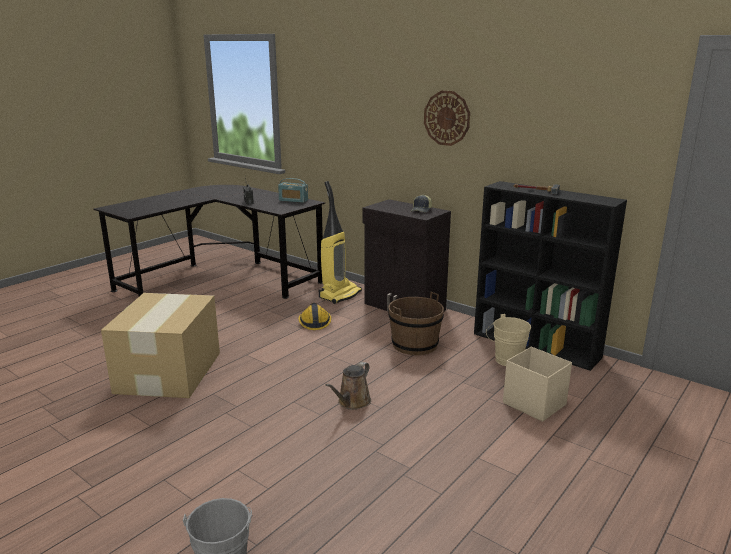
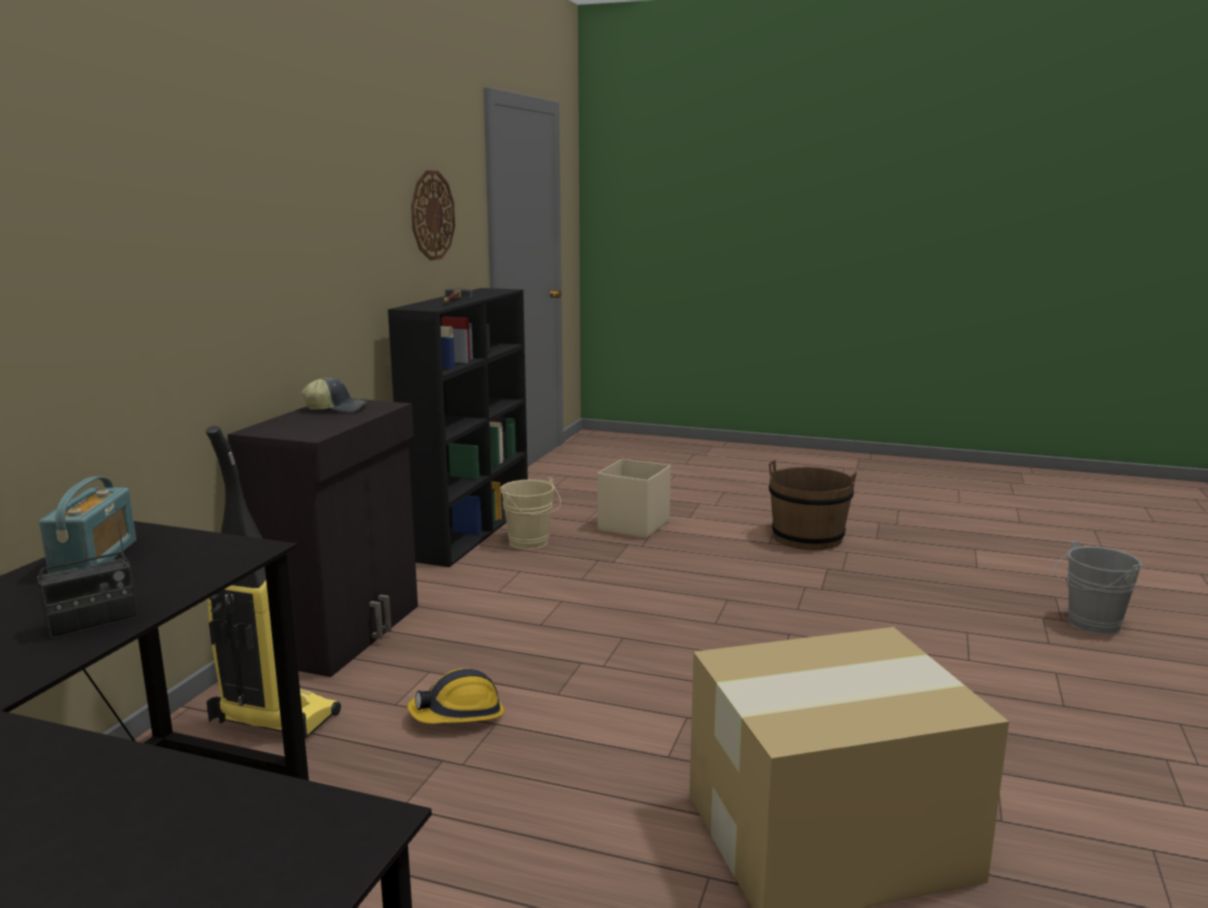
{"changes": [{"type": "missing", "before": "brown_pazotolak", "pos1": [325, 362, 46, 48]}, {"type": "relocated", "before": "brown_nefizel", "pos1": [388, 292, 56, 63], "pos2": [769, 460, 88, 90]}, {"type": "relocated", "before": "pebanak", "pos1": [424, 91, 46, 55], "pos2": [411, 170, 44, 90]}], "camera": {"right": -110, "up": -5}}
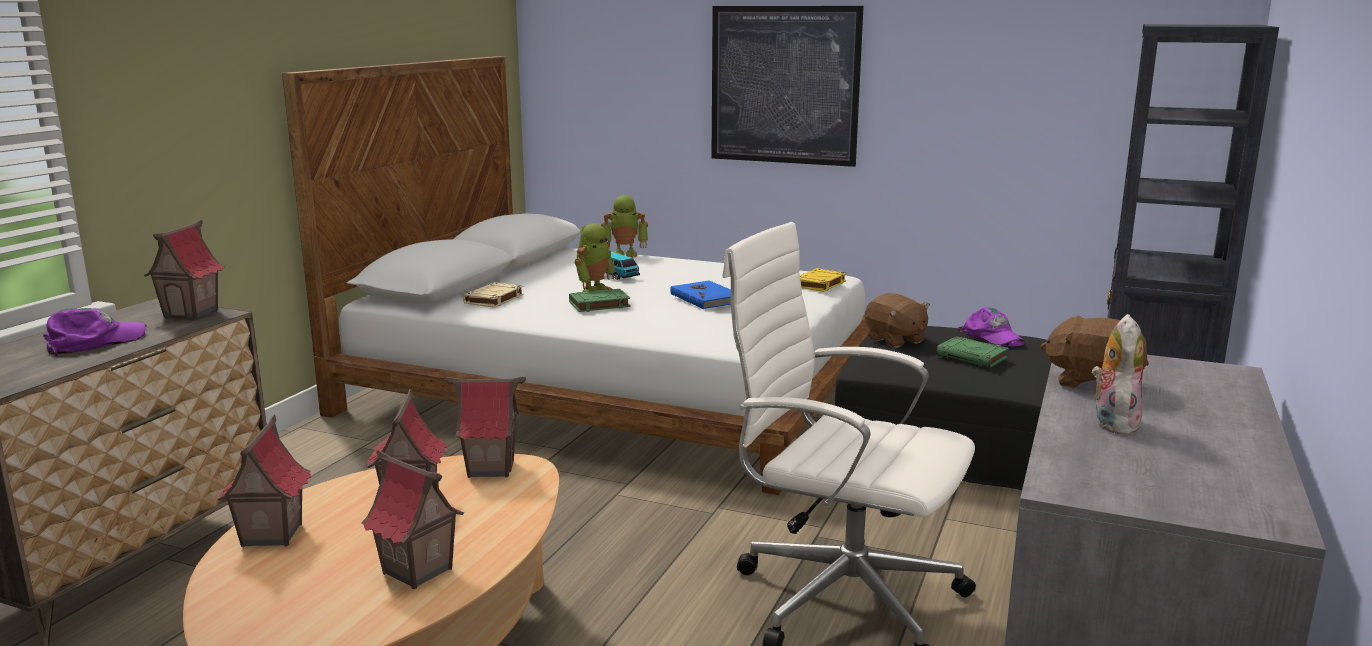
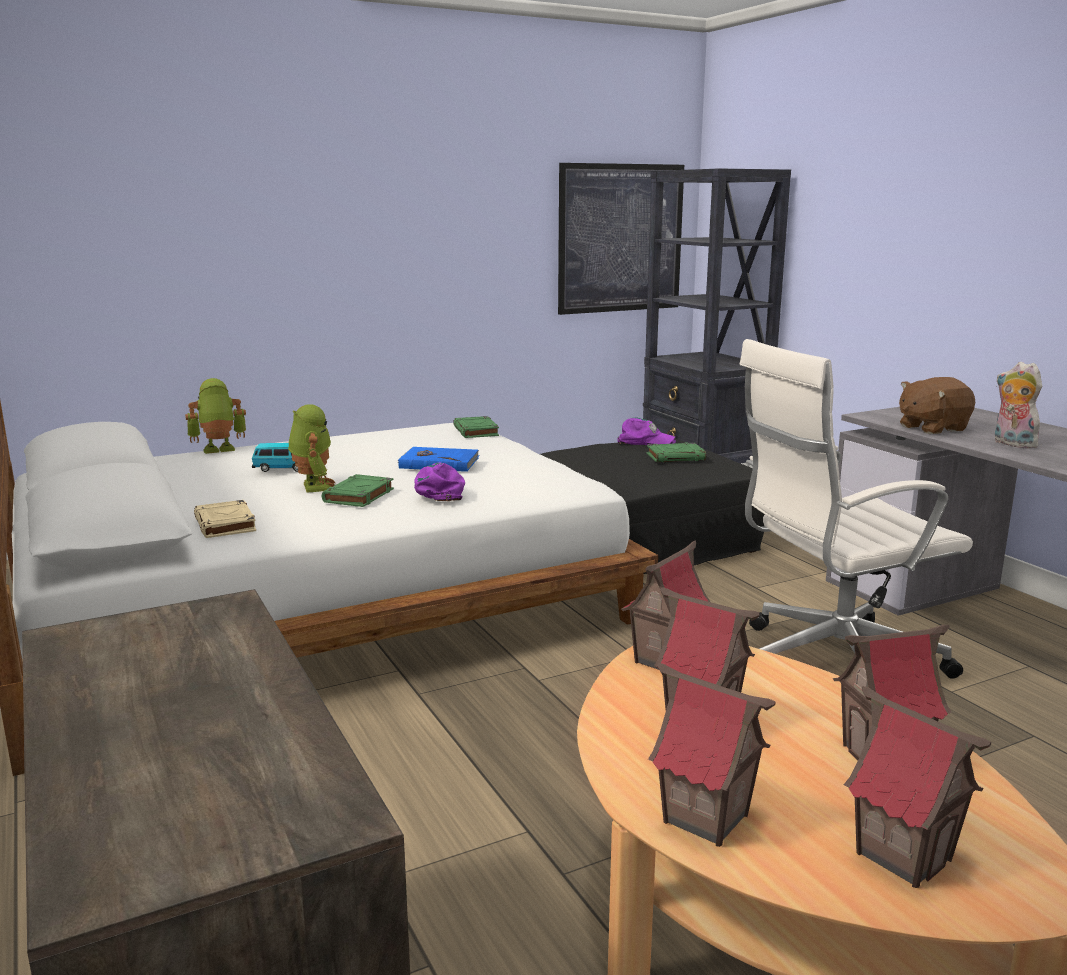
{"changes": [{"type": "missing", "before": "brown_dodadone", "pos1": [865, 293, 65, 55]}, {"type": "relocated", "before": "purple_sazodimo", "pos1": [43, 308, 104, 48], "pos2": [414, 462, 51, 39]}, {"type": "relocated", "before": "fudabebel", "pos1": [144, 220, 81, 100], "pos2": [844, 686, 147, 202]}, {"type": "relocated", "before": "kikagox", "pos1": [711, 6, 153, 161], "pos2": [558, 163, 126, 152]}, {"type": "colour", "before": "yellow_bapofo", "after": "green_bapofo", "pos1": [800, 268, 46, 24], "pos2": [453, 416, 46, 22]}, {"type": "spun", "before": "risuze", "pos1": [601, 195, 47, 63], "pos2": [185, 378, 61, 76], "turn": -150}], "camera": {"right": -50, "up": 0}}
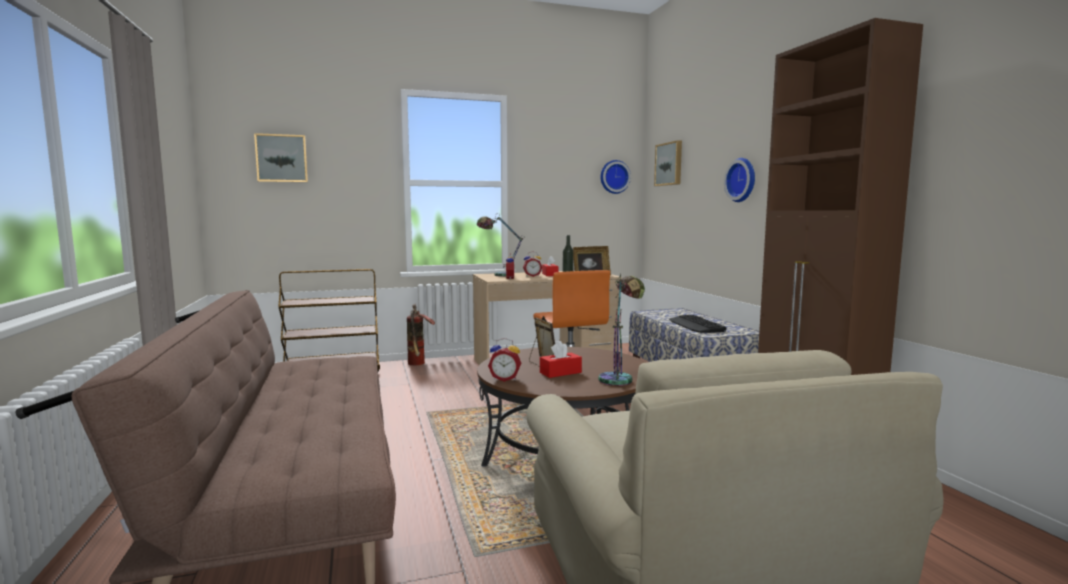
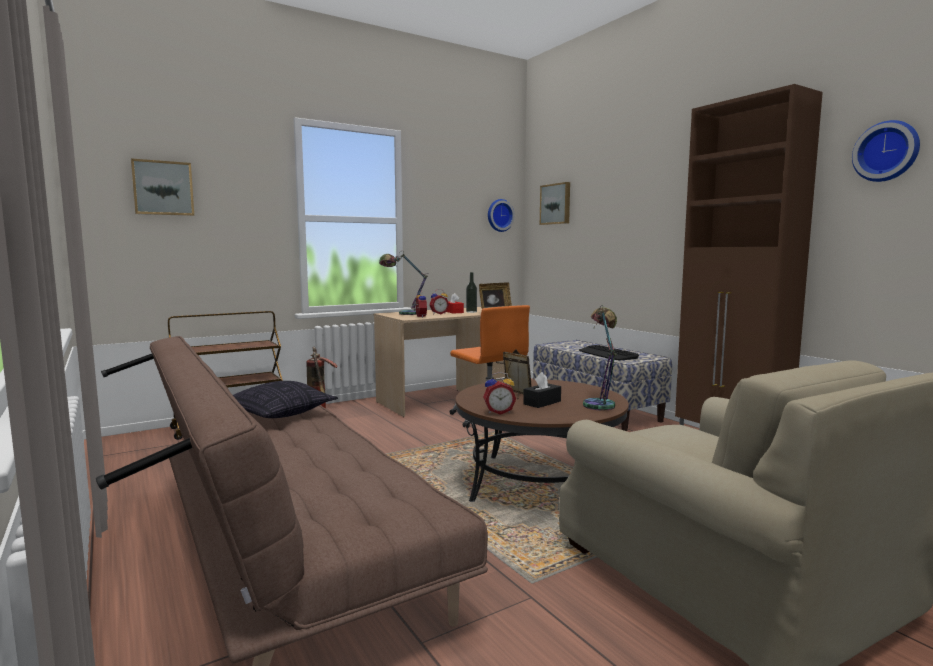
{"changes": [{"type": "appeared", "after": "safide", "pos2": [233, 381, 105, 37]}, {"type": "relocated", "before": "pebanak", "pos1": [724, 158, 31, 44], "pos2": [852, 120, 68, 62]}, {"type": "colour", "before": "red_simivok", "after": "black_simivok", "pos1": [540, 341, 42, 37], "pos2": [523, 372, 38, 36]}], "camera": {"right": -15, "up": 0}}
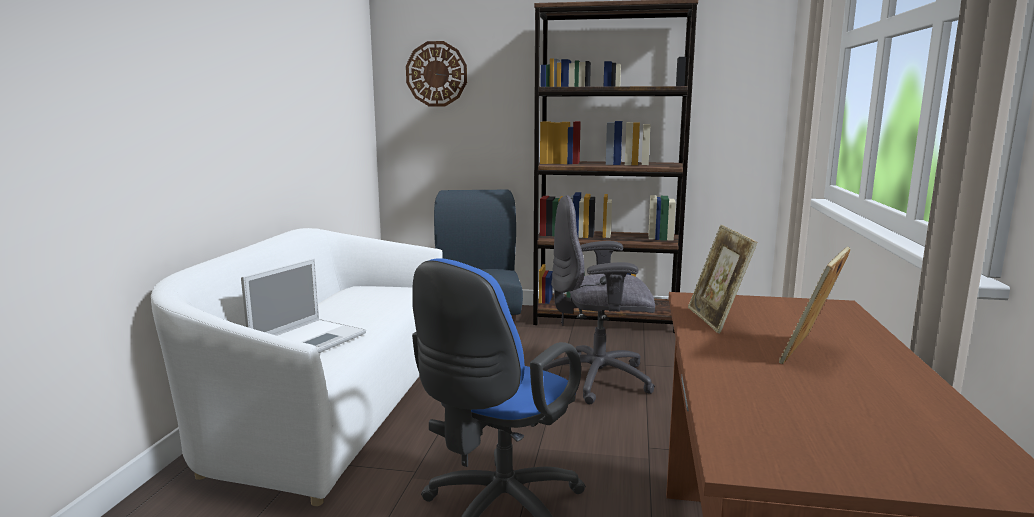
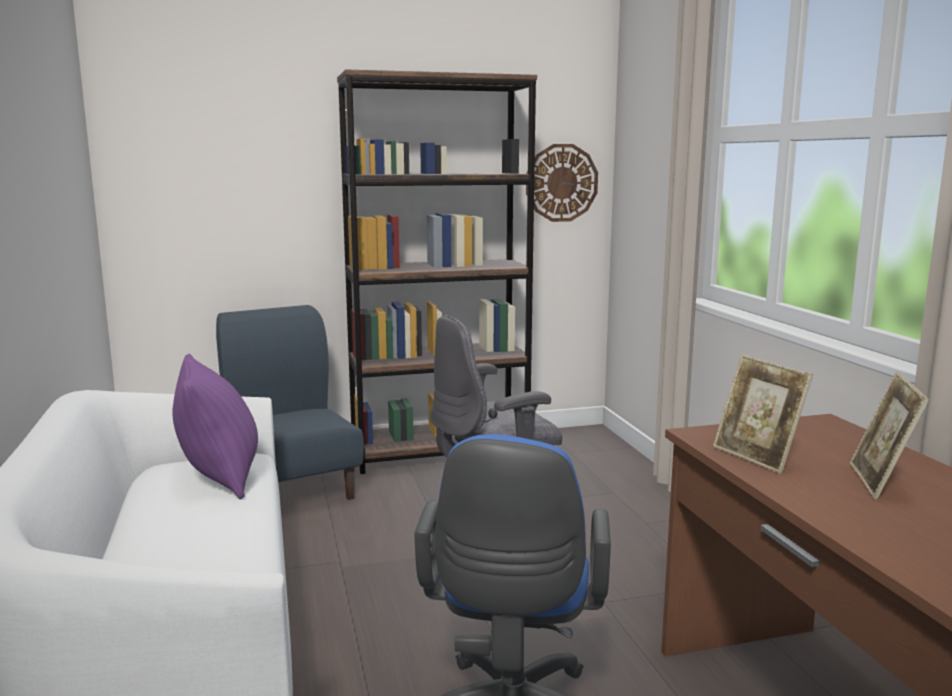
{"changes": [{"type": "missing", "before": "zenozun", "pos1": [241, 258, 125, 95]}, {"type": "appeared", "after": "purple_safide", "pos2": [172, 354, 86, 145]}, {"type": "relocated", "before": "pebanak", "pos1": [406, 41, 61, 66], "pos2": [526, 144, 72, 78]}], "camera": {"right": -25, "up": 0}}
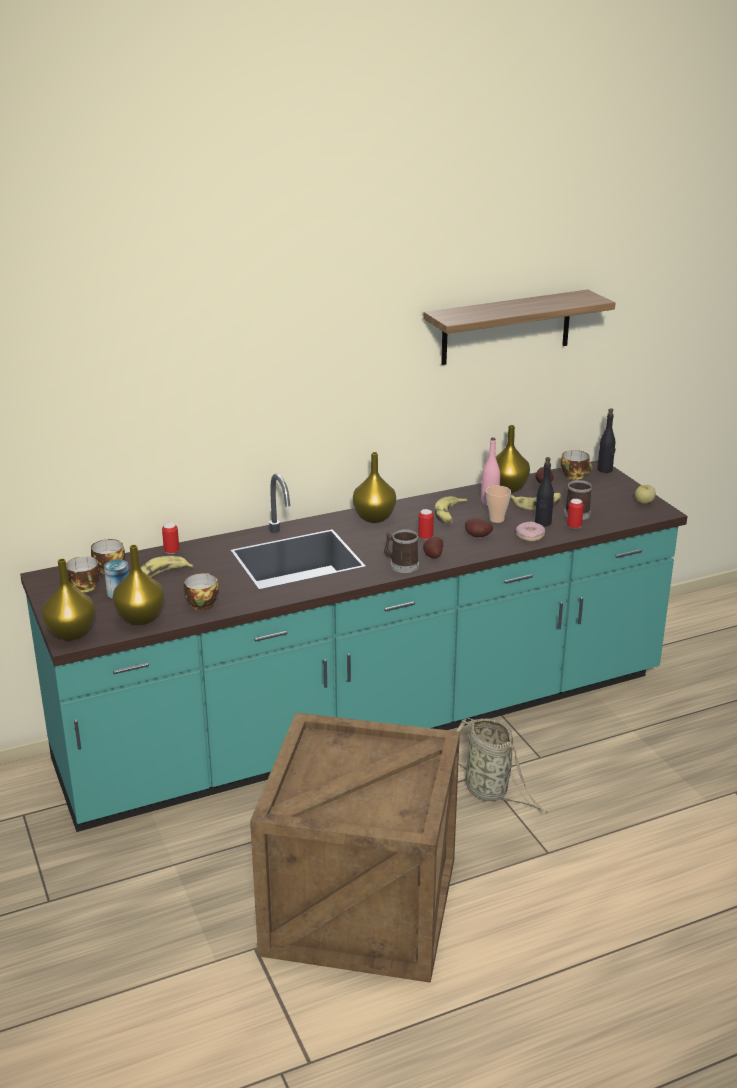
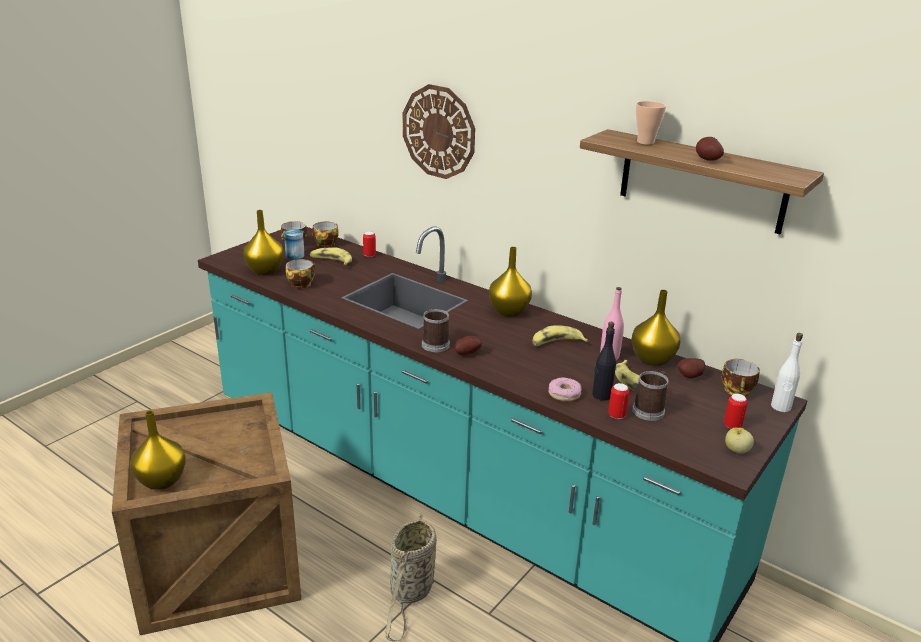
{"changes": [{"type": "appeared", "after": "pebanak", "pos2": [403, 84, 72, 95]}, {"type": "relocated", "before": "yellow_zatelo", "pos1": [42, 559, 53, 82], "pos2": [131, 411, 55, 79]}, {"type": "relocated", "before": "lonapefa", "pos1": [418, 509, 16, 31], "pos2": [724, 394, 24, 35]}, {"type": "relocated", "before": "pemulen", "pos1": [465, 518, 28, 19], "pos2": [696, 137, 28, 24]}, {"type": "relocated", "before": "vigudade", "pos1": [486, 486, 25, 37], "pos2": [635, 101, 31, 44]}, {"type": "colour", "before": "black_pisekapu", "after": "white_pisekapu", "pos1": [597, 408, 18, 65], "pos2": [771, 333, 32, 79]}], "camera": {"right": 60, "up": 0}}
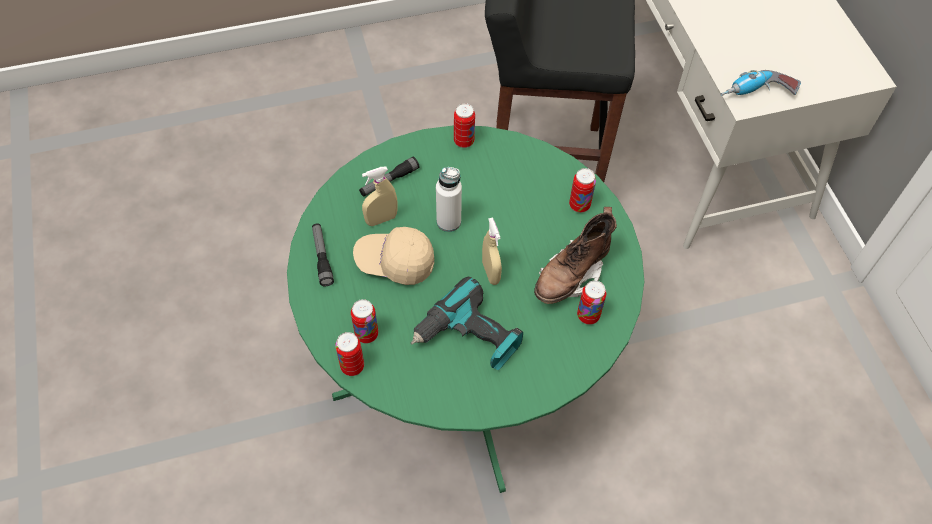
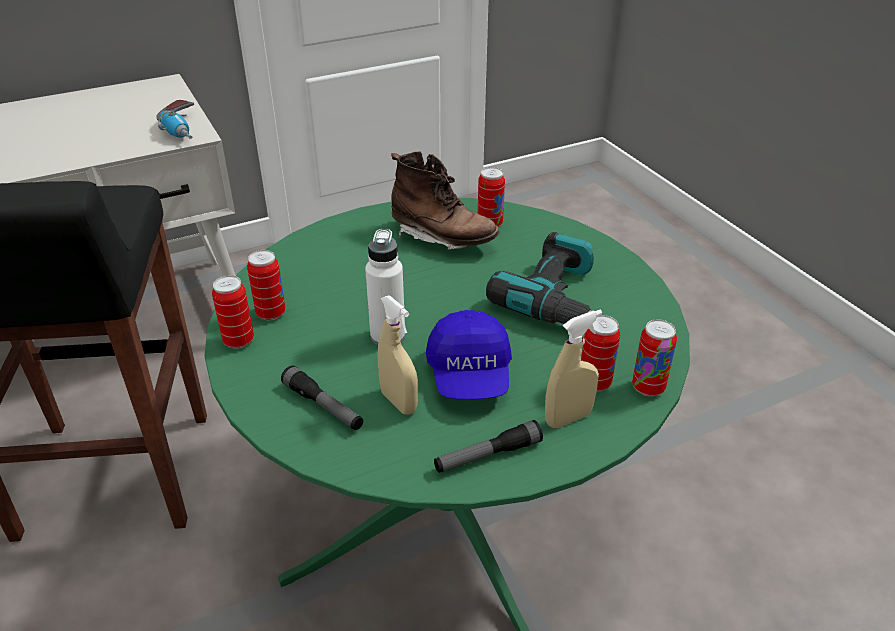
{"changes": [{"type": "relocated", "before": "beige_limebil", "pos1": [482, 217, 20, 68], "pos2": [545, 310, 57, 118]}, {"type": "relocated", "before": "lonapefa", "pos1": [569, 168, 27, 45], "pos2": [247, 250, 39, 71]}, {"type": "colour", "before": "beige_sazodimo", "after": "blue_sazodimo", "pos1": [353, 227, 81, 58], "pos2": [426, 310, 86, 90]}], "camera": {"right": -100, "up": -20}}
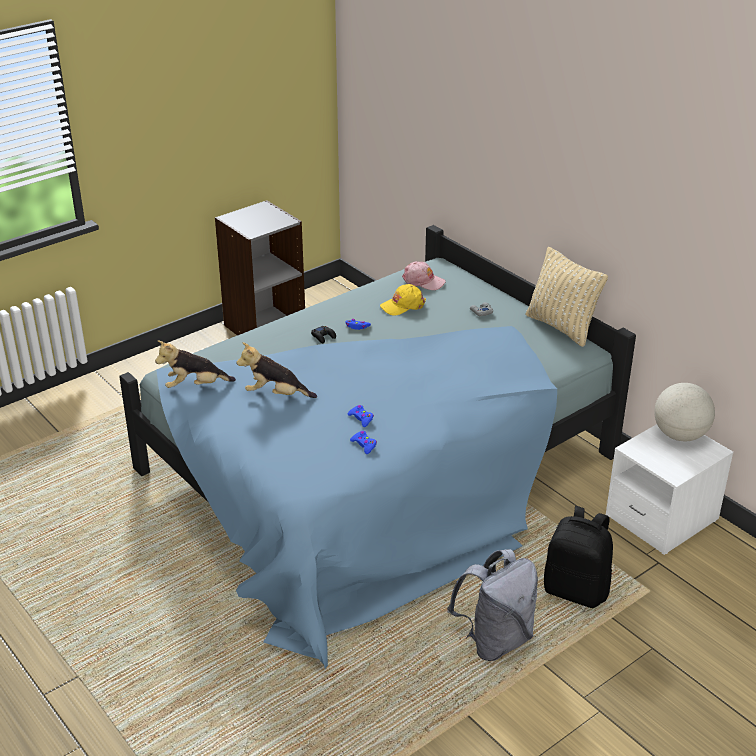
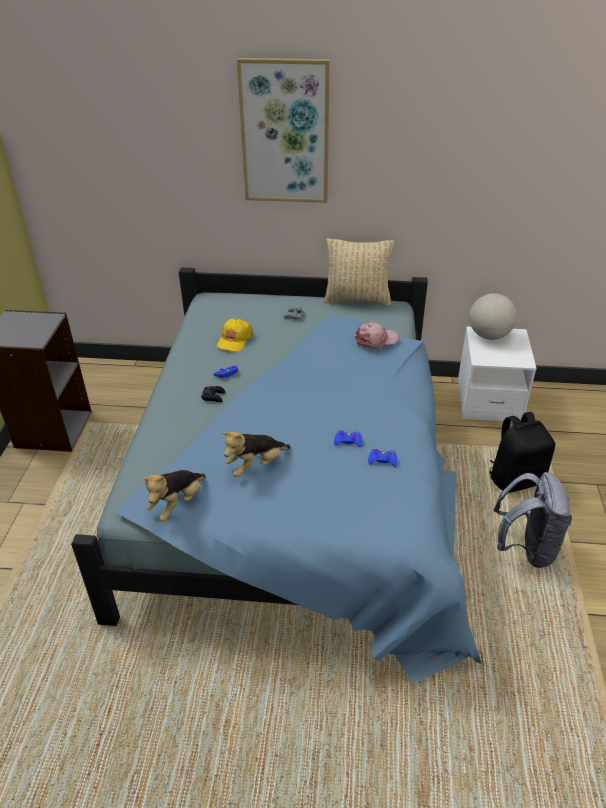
{"changes": [{"type": "appeared", "after": "kikagox", "pos2": [237, 58, 93, 145]}, {"type": "relocated", "before": "pink_sazodimo", "pos1": [402, 261, 44, 29], "pos2": [355, 322, 44, 27]}], "camera": {"right": -45, "up": 5}}
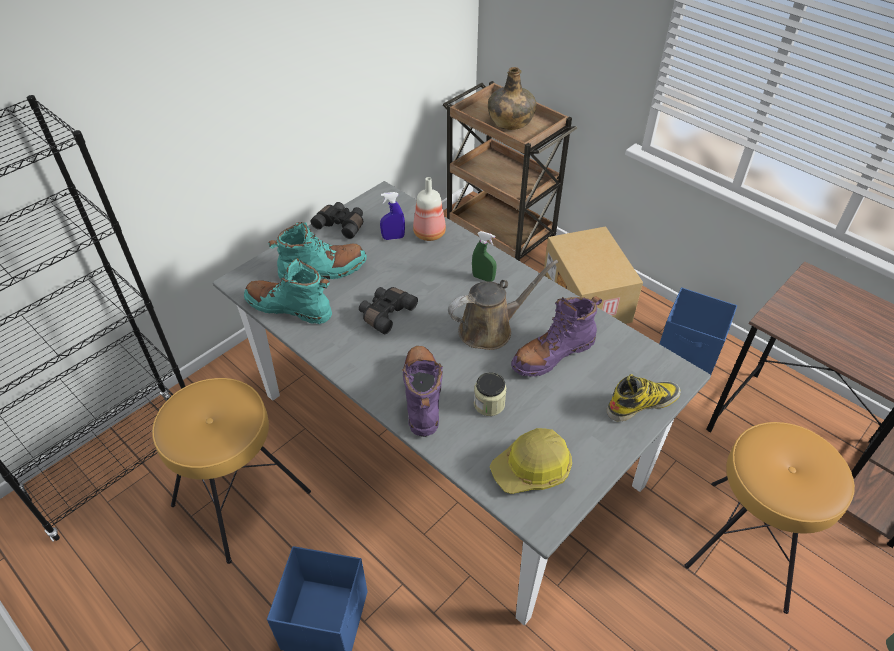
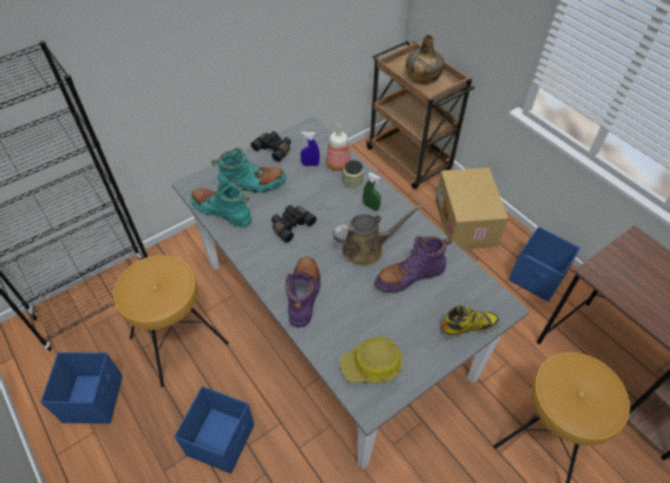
{"changes": [{"type": "appeared", "after": "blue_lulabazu", "pos2": [41, 352, 82, 72]}, {"type": "relocated", "before": "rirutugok", "pos1": [474, 372, 32, 44], "pos2": [343, 160, 21, 28]}], "camera": {"right": 10, "up": 5}}
